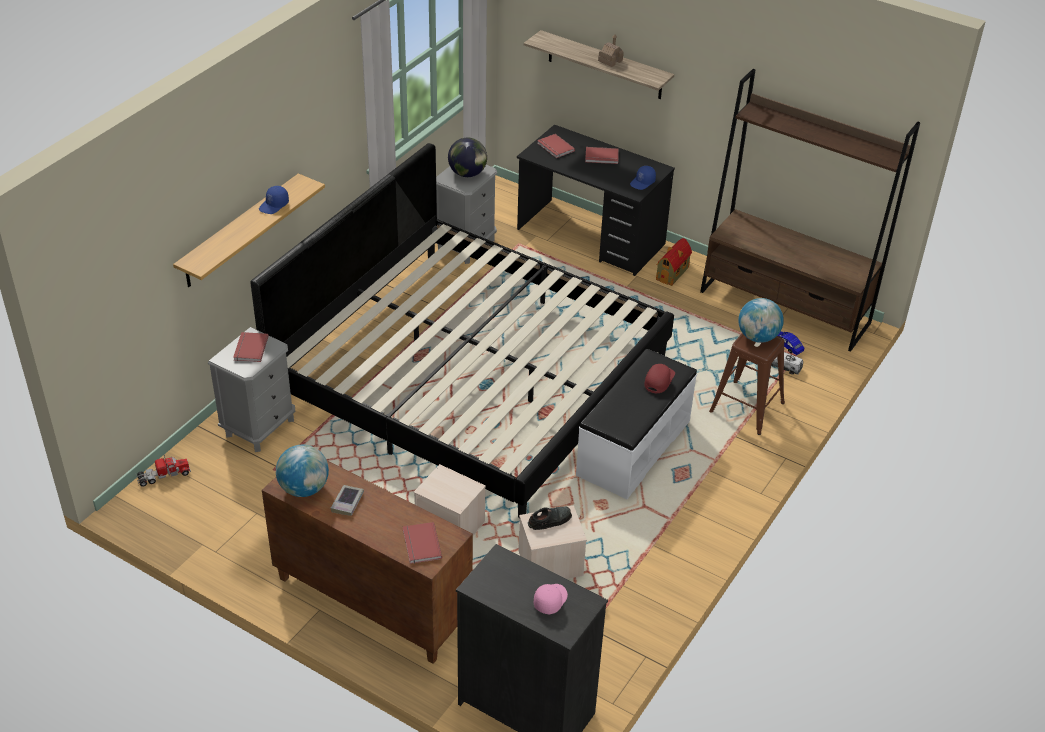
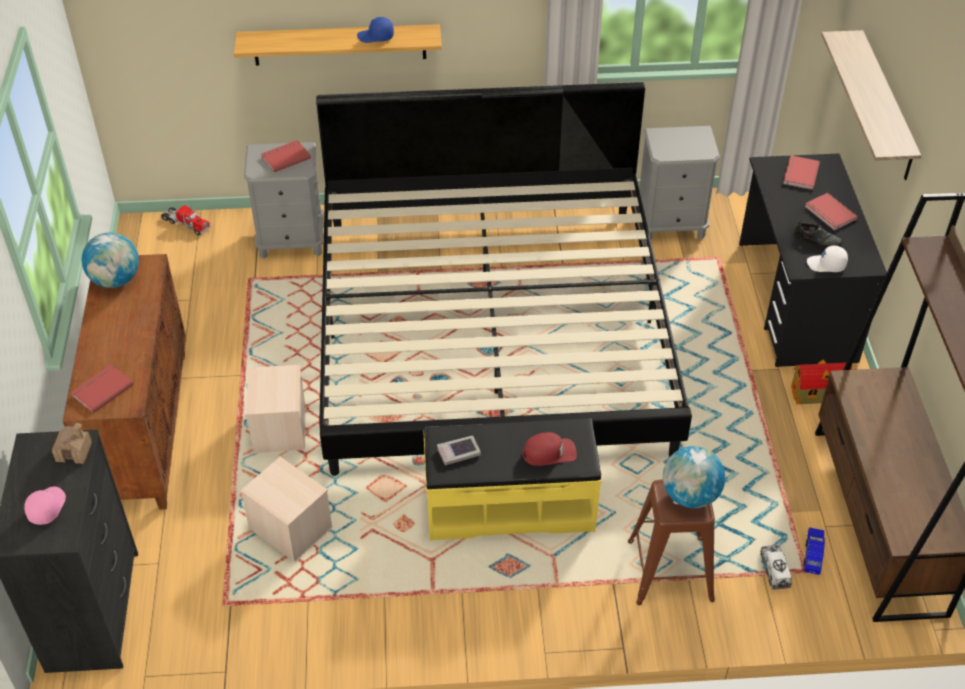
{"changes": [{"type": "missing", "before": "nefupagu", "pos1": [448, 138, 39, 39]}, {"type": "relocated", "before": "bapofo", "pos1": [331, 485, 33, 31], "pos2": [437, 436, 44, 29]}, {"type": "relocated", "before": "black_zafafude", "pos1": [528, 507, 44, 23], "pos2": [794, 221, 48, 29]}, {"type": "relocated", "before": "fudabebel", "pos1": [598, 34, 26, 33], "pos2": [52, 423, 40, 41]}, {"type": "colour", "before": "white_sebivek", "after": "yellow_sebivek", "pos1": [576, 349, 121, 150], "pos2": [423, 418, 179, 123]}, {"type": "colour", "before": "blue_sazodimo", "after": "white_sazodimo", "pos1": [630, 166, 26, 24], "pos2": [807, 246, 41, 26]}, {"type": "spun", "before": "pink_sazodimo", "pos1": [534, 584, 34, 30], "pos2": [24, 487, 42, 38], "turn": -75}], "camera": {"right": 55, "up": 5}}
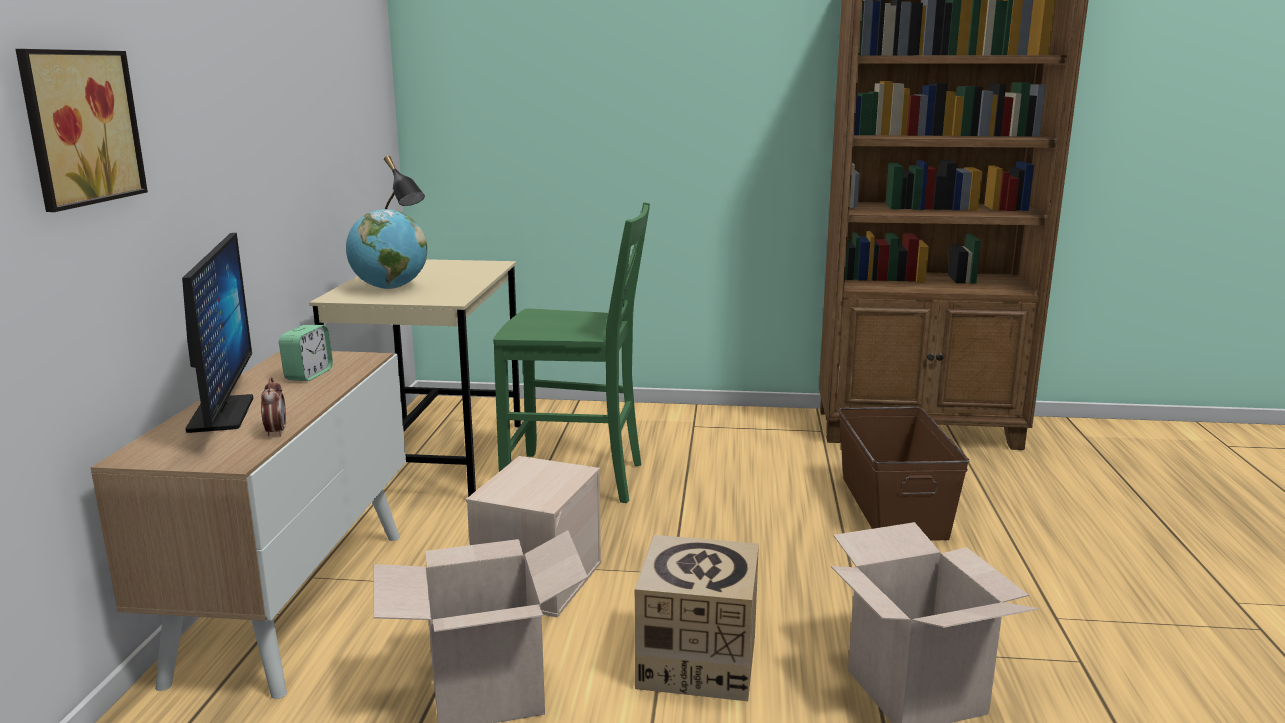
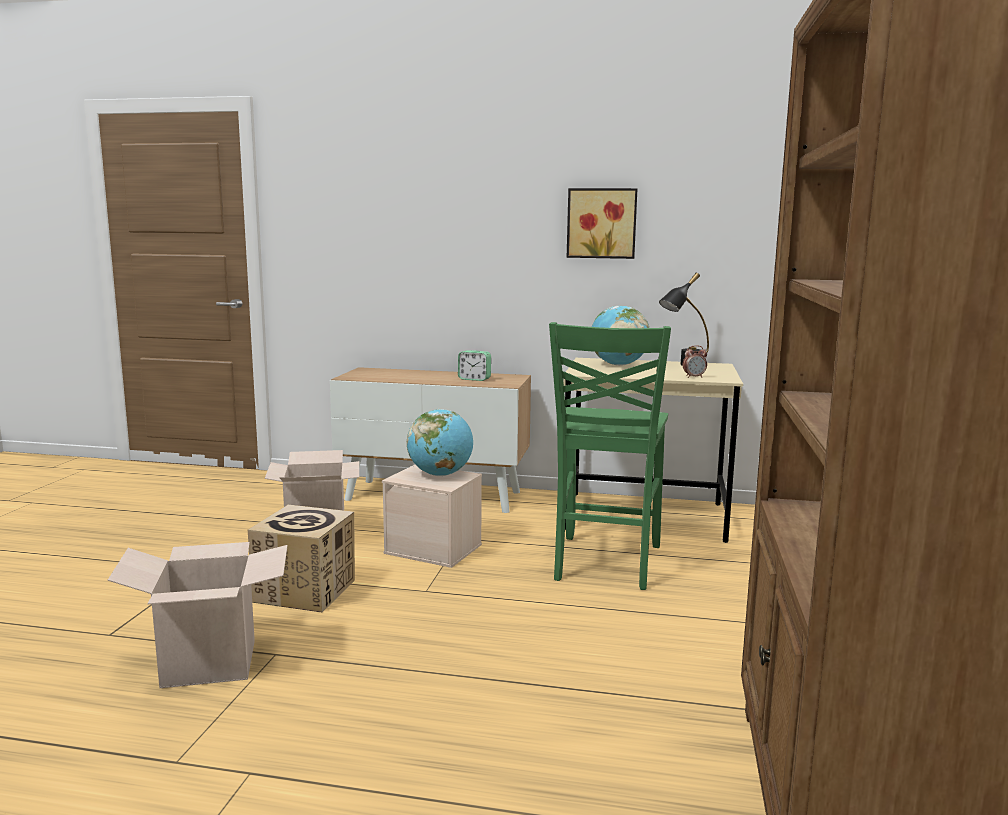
{"changes": [{"type": "missing", "before": "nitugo", "pos1": [182, 233, 71, 200]}, {"type": "missing", "before": "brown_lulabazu", "pos1": [838, 407, 131, 134]}, {"type": "appeared", "after": "nefupagu", "pos2": [407, 409, 66, 67]}, {"type": "relocated", "before": "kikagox", "pos1": [15, 49, 133, 163], "pos2": [567, 188, 70, 71]}, {"type": "relocated", "before": "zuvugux", "pos1": [261, 377, 25, 60], "pos2": [683, 345, 24, 33]}], "camera": {"right": 95, "up": -5}}
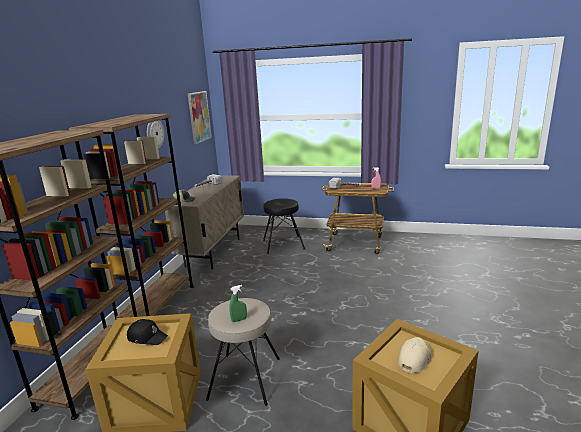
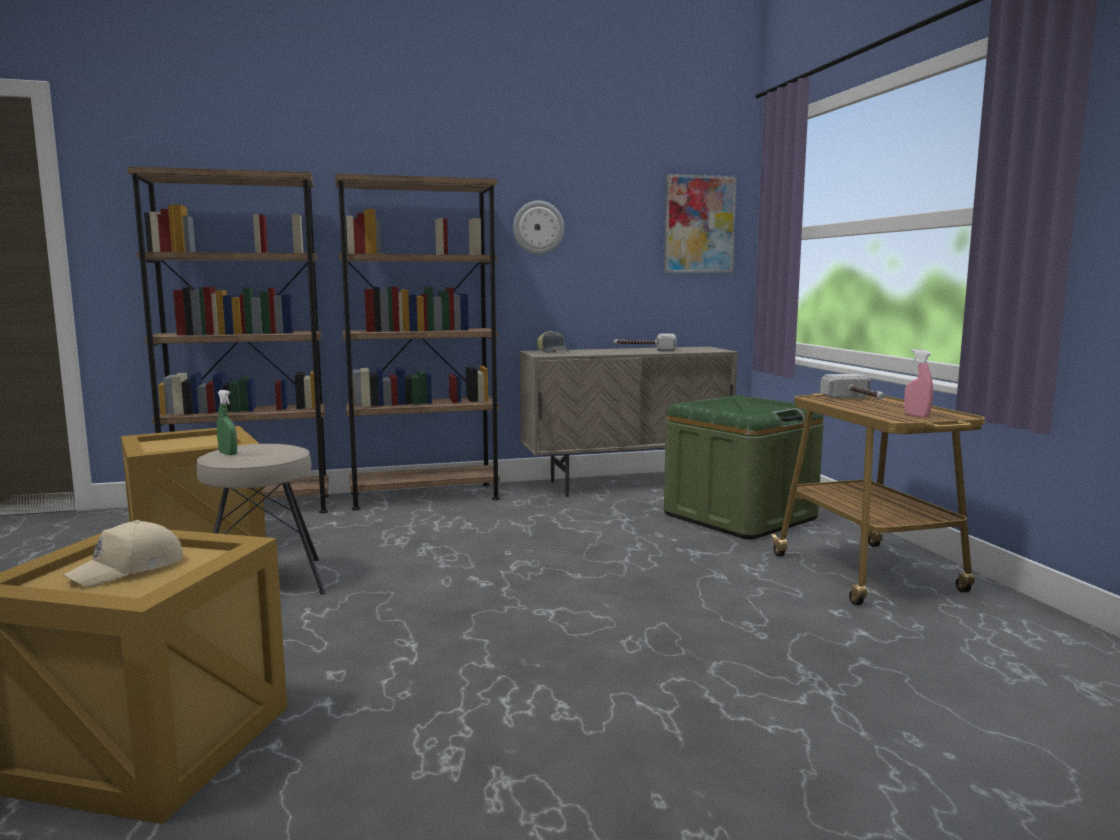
{"changes": [{"type": "missing", "before": "black_sazodimo", "pos1": [127, 319, 41, 26]}, {"type": "exchanged", "before": "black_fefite", "after": "green_lulabazu", "pos1": [263, 198, 42, 56], "pos2": [664, 395, 160, 145]}, {"type": "spun", "before": "beige_sazodimo", "pos1": [398, 337, 33, 36], "pos2": [63, 520, 120, 67], "turn": 120}], "camera": {"right": 60, "up": -10}}
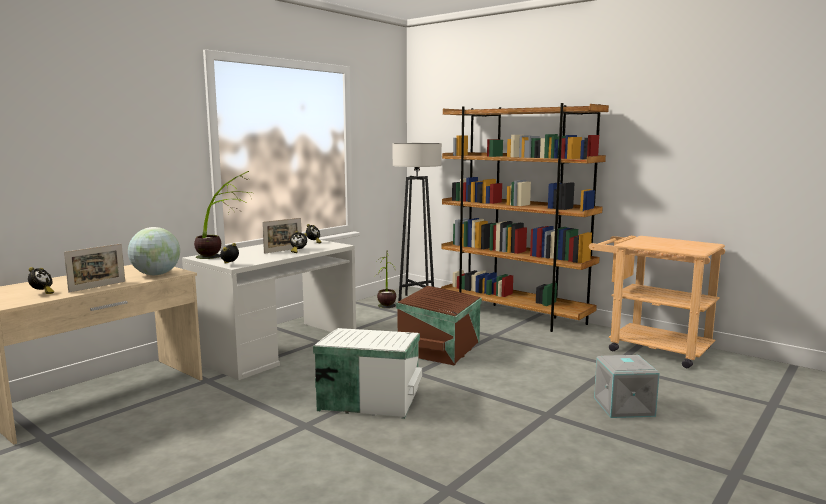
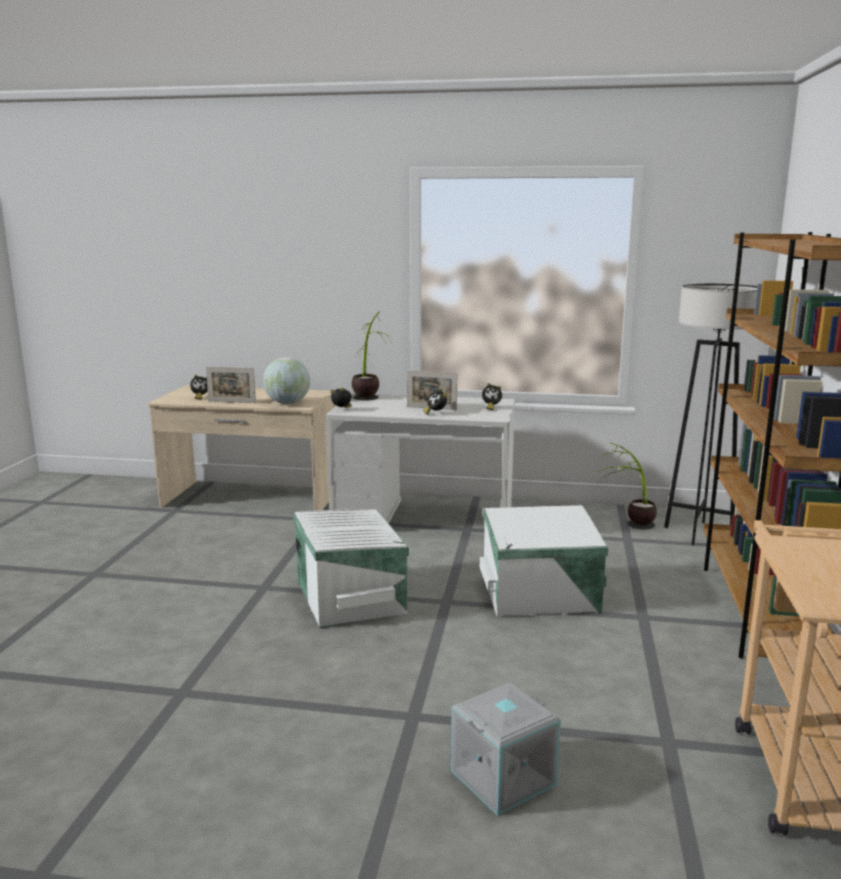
{"changes": [{"type": "colour", "before": "brown_lulabazu", "after": "white_lulabazu", "pos1": [396, 286, 86, 80], "pos2": [480, 505, 128, 113]}], "camera": {"right": 60, "up": 5}}
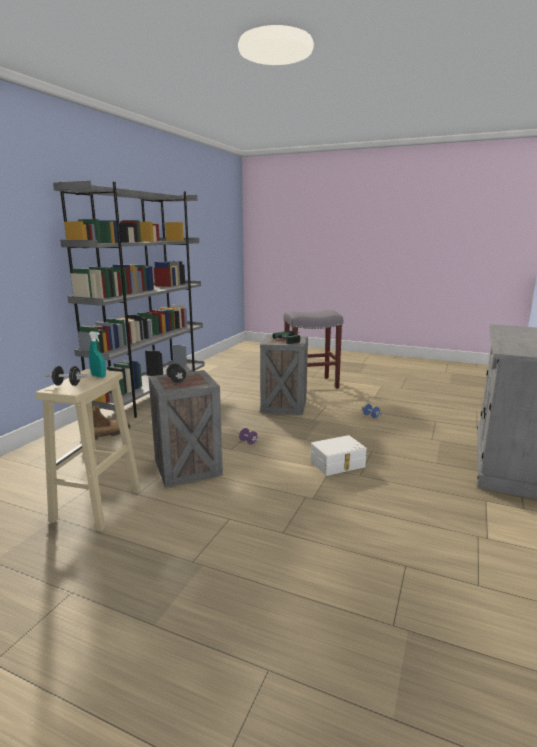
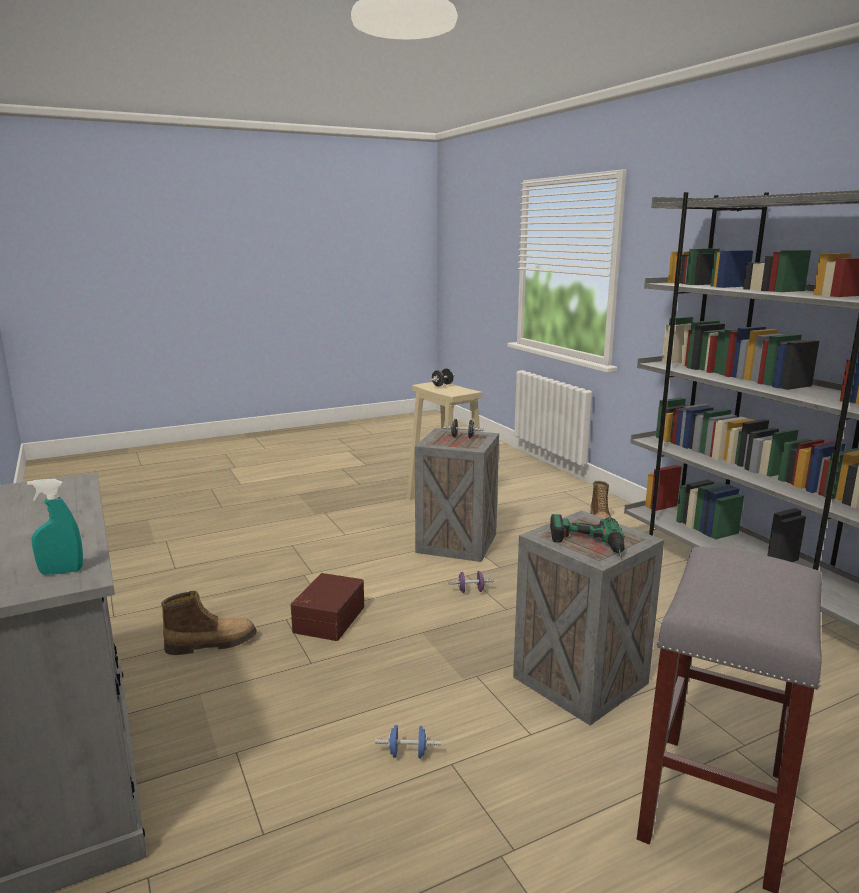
{"changes": [{"type": "appeared", "after": "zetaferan", "pos2": [161, 591, 96, 64]}, {"type": "relocated", "before": "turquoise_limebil", "pos1": [89, 331, 17, 47], "pos2": [27, 479, 56, 96]}, {"type": "colour", "before": "white_lulabazu", "after": "brown_lulabazu", "pos1": [311, 435, 56, 41], "pos2": [291, 573, 73, 68]}], "camera": {"right": 130, "up": 0}}
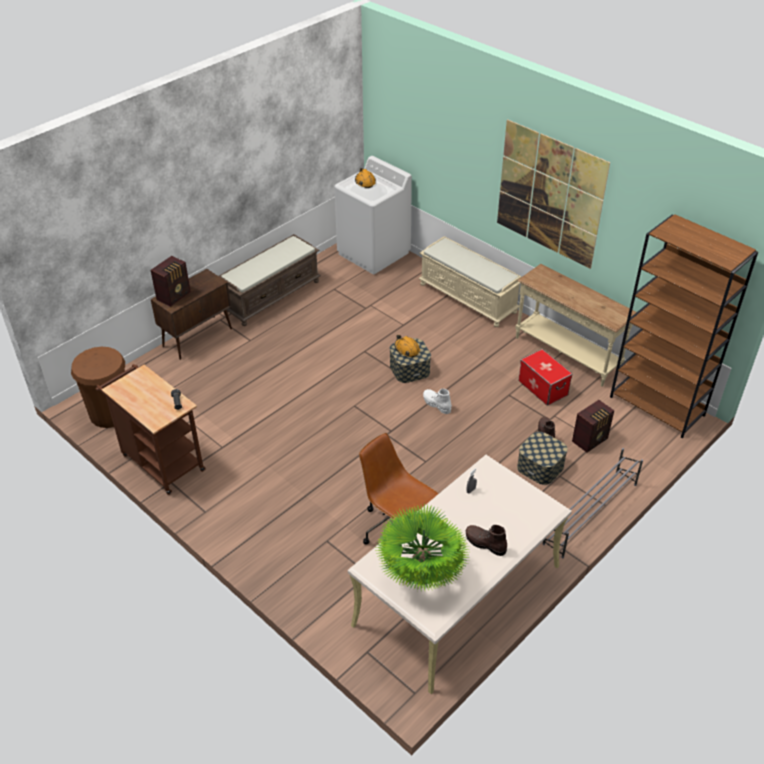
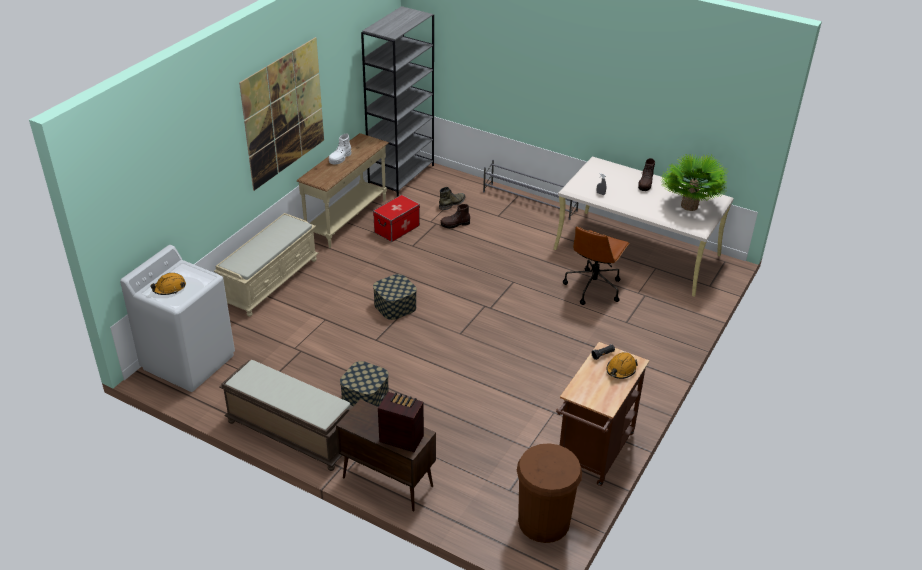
{"changes": [{"type": "relocated", "before": "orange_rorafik", "pos1": [395, 335, 25, 22], "pos2": [606, 352, 32, 27]}, {"type": "relocated", "before": "white_zetaferan", "pos1": [423, 388, 29, 26], "pos2": [329, 134, 23, 31]}, {"type": "relocated", "before": "lulabazu", "pos1": [517, 432, 51, 53], "pos2": [340, 361, 49, 46]}, {"type": "exchanged", "before": "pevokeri", "after": "green_zetaferan", "pos1": [572, 400, 42, 53], "pos2": [439, 187, 27, 23]}, {"type": "colour", "before": "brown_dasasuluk", "after": "grey_dasasuluk", "pos1": [610, 214, 148, 224], "pos2": [361, 6, 73, 191]}], "camera": {"right": -105, "up": -5}}
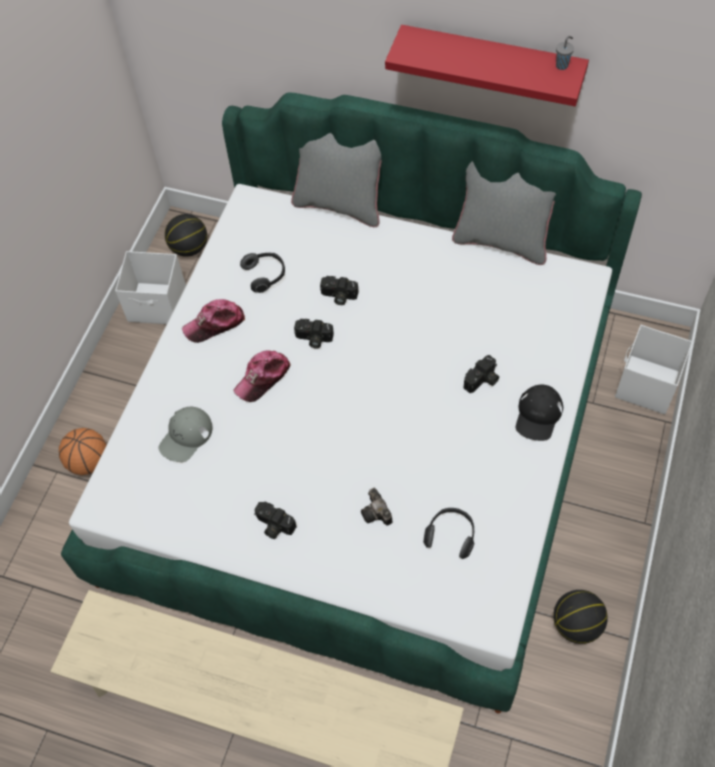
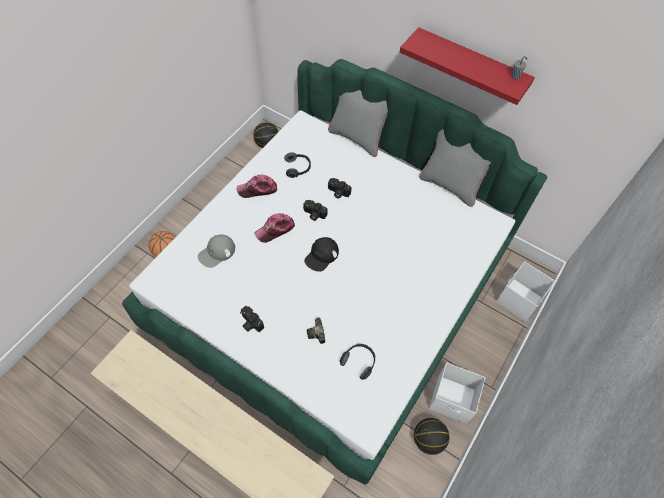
{"changes": [{"type": "missing", "before": "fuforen", "pos1": [464, 355, 35, 38]}, {"type": "relocated", "before": "white_lulabazu", "pos1": [115, 251, 71, 73], "pos2": [429, 363, 57, 61]}, {"type": "relocated", "before": "black_sazodimo", "pos1": [516, 385, 47, 56], "pos2": [304, 237, 35, 35]}], "camera": {"right": 10, "up": 0}}
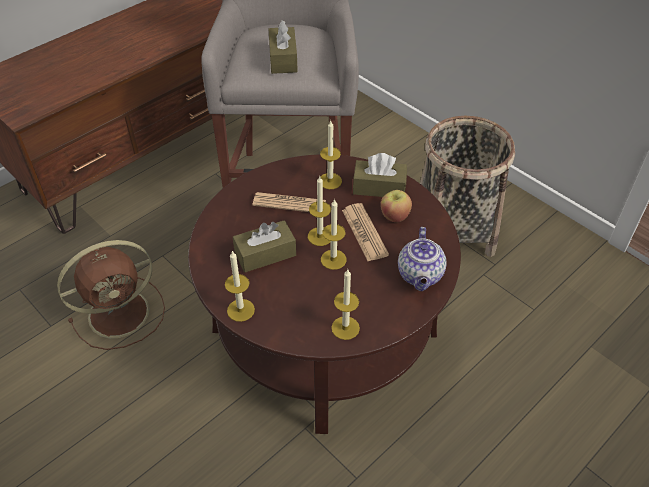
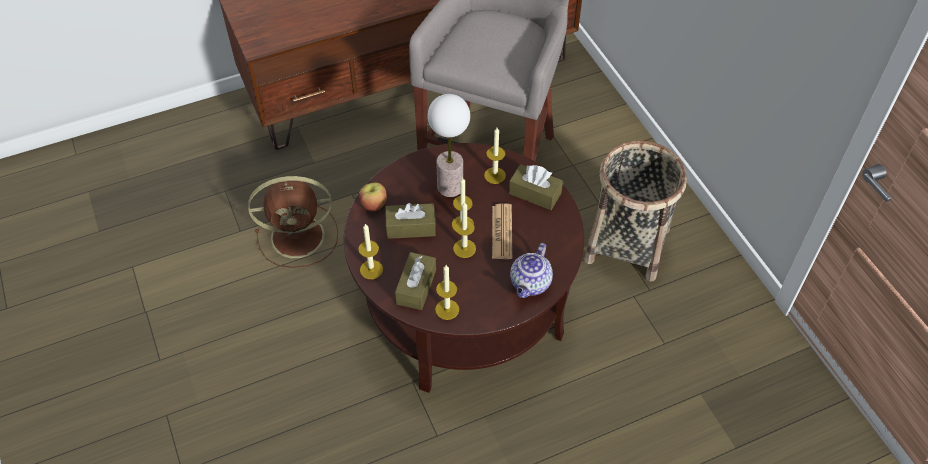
{"changes": [{"type": "relocated", "before": "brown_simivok", "pos1": [269, 20, 29, 54], "pos2": [395, 252, 41, 58]}, {"type": "relocated", "before": "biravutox", "pos1": [381, 190, 31, 32], "pos2": [359, 183, 28, 28]}, {"type": "exchanged", "before": "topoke", "after": "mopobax", "pos1": [252, 192, 74, 20], "pos2": [428, 94, 42, 103]}], "camera": {"right": 20, "up": 5}}
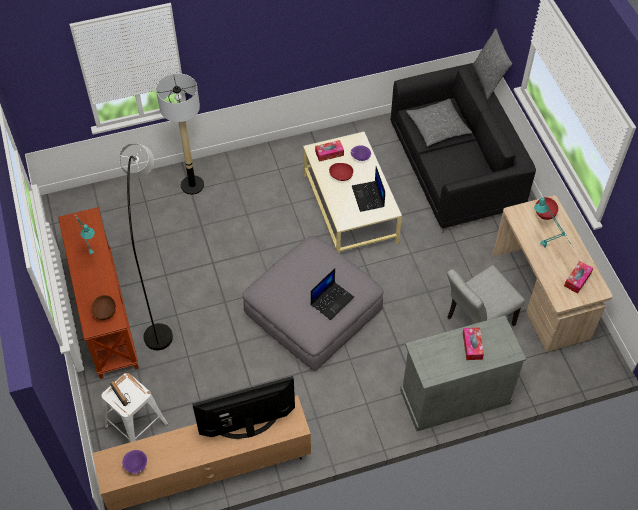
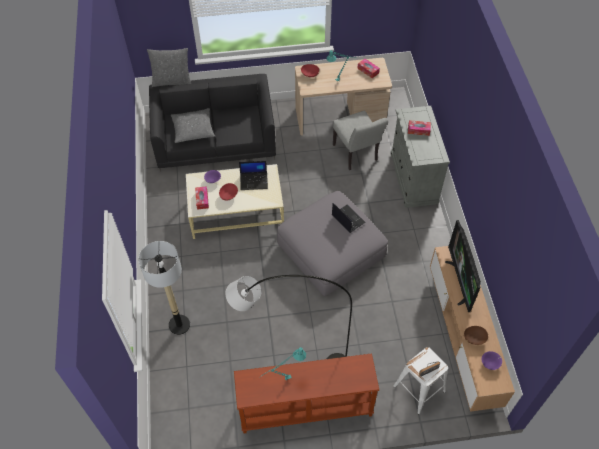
{"changes": [{"type": "relocated", "before": "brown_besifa", "pos1": [91, 295, 25, 25], "pos2": [464, 326, 24, 19]}], "camera": {"right": -80, "up": 0}}
